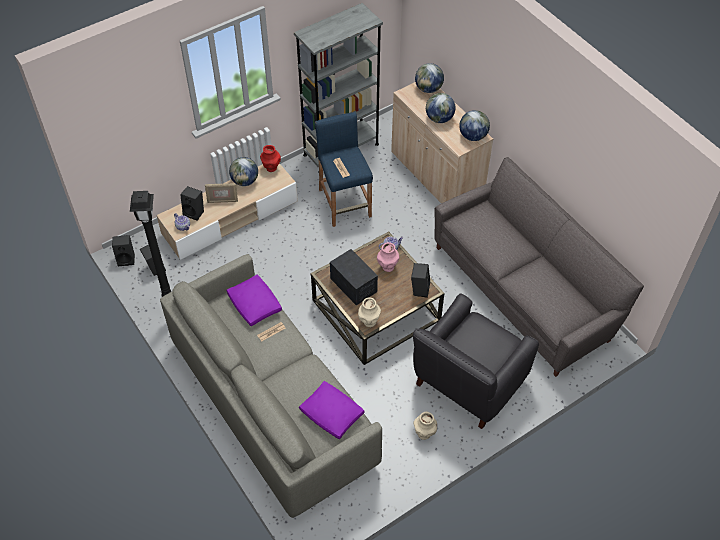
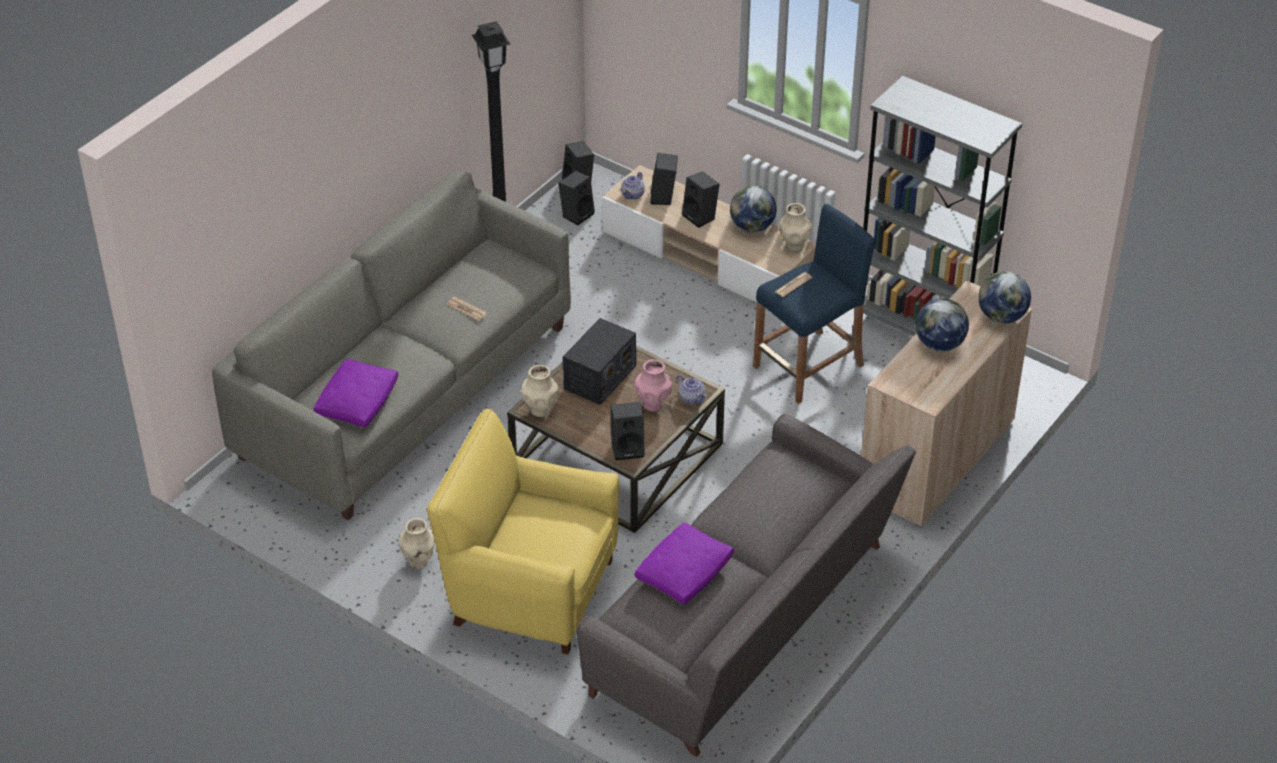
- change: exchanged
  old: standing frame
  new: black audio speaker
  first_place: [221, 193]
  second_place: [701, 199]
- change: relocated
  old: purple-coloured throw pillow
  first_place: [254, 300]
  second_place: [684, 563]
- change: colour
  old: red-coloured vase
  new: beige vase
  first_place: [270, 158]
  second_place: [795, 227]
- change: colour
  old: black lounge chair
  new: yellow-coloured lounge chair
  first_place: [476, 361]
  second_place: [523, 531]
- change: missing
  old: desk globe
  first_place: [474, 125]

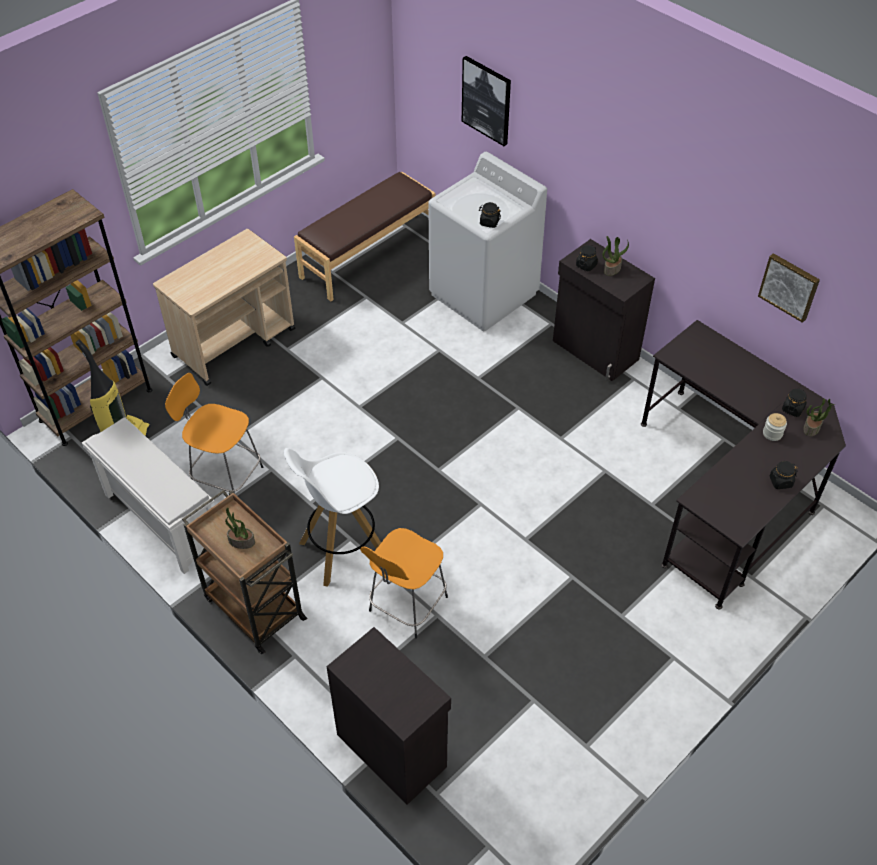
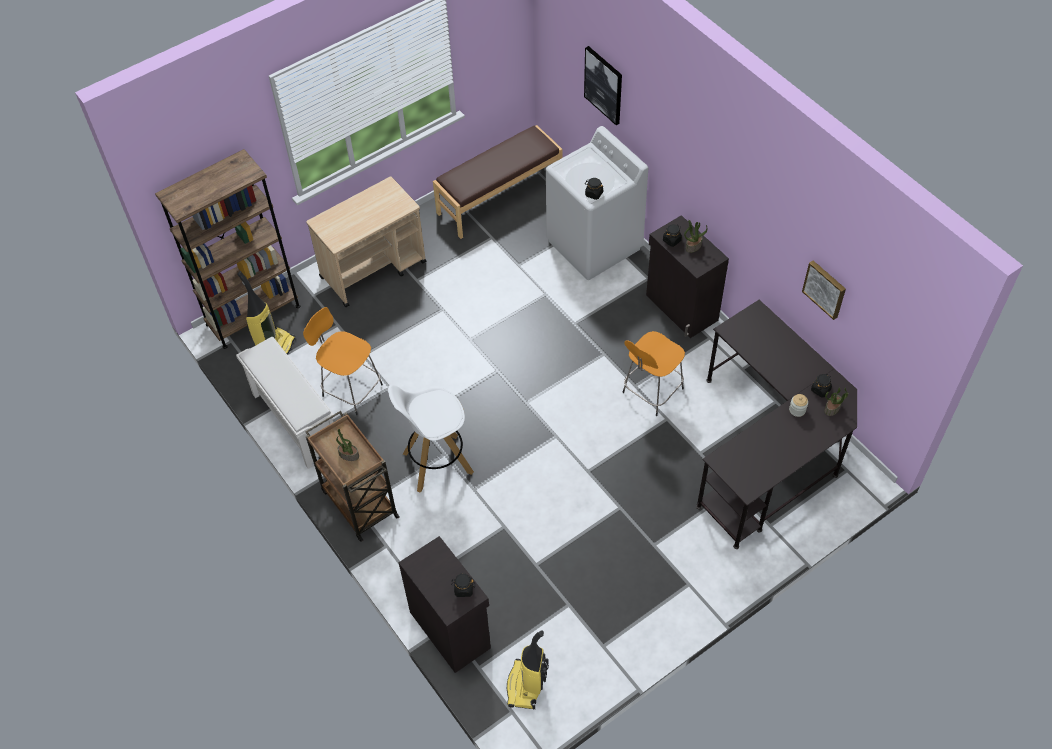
- change: relocated
  old: orange-coloured stool seat
  first_place: [404, 583]
  second_place: [654, 373]
- change: relocated
  old: black jar
  first_place: [784, 475]
  second_place: [463, 585]
- change: appeared
  new: vacuum
  second_place: [528, 670]

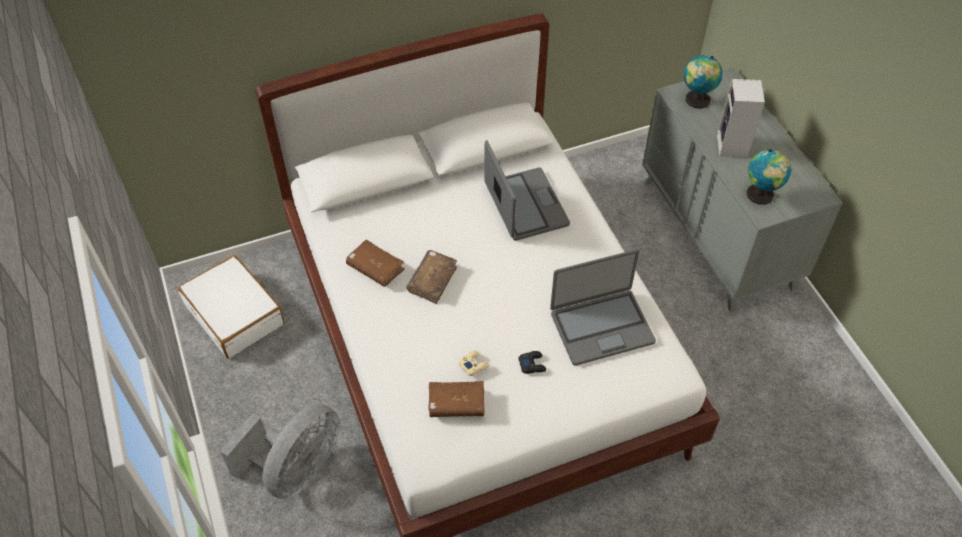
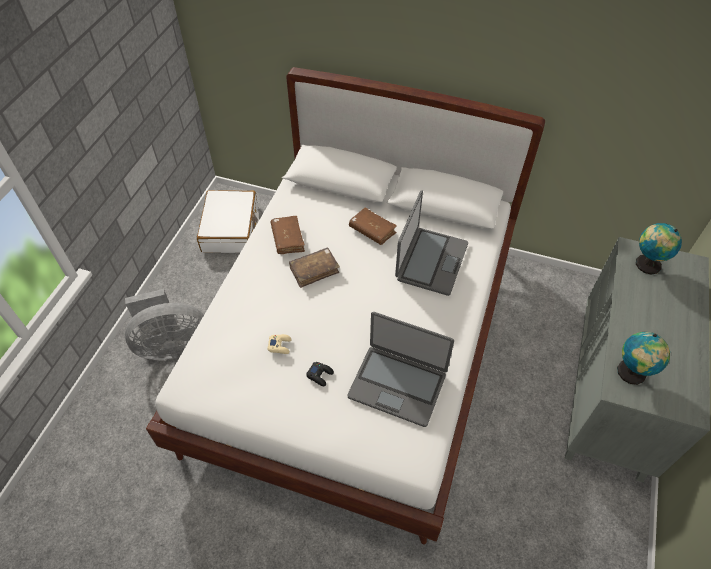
- change: relocated
  old: brown-coloured book
  first_place: [457, 399]
  second_place: [373, 226]
- change: missing
  old: audio speaker
  first_place: [741, 118]

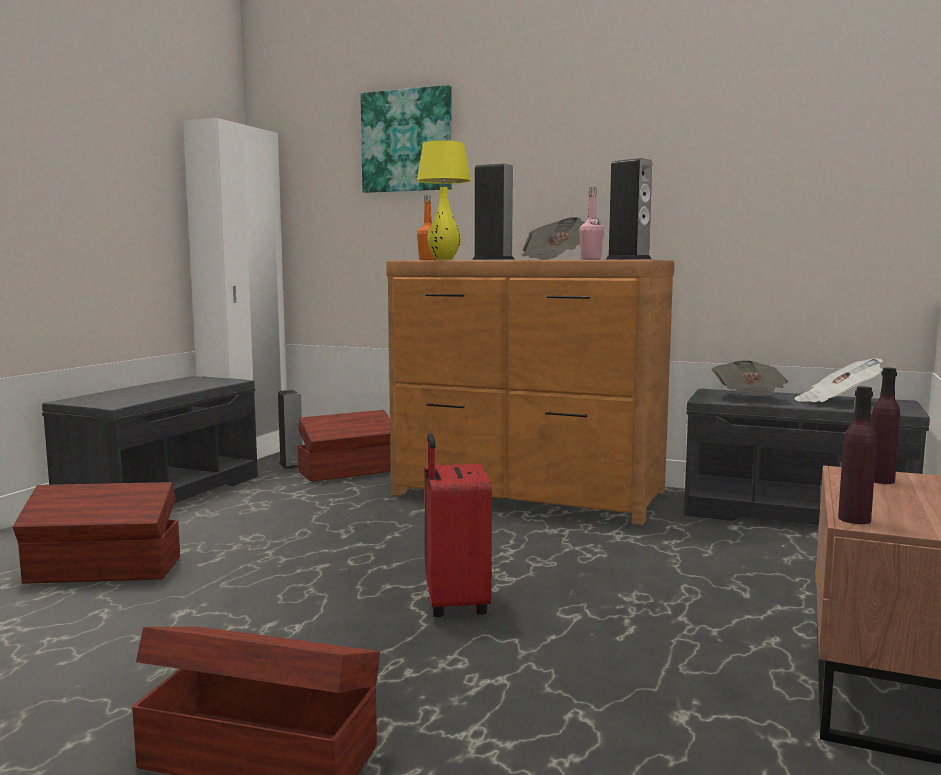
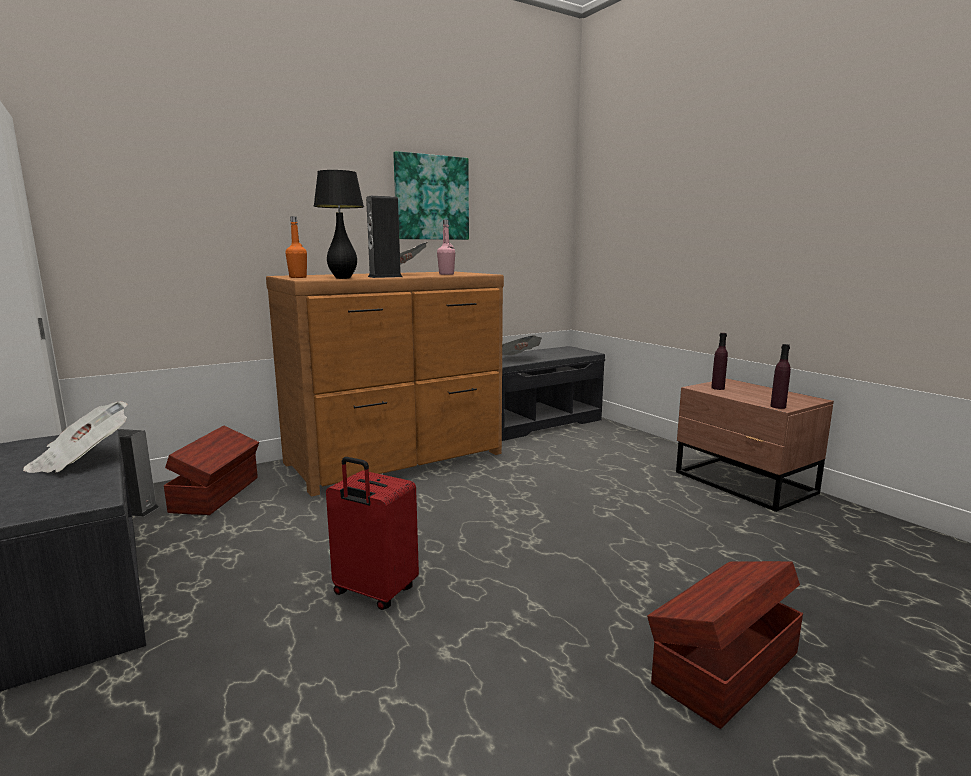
- change: missing
  old: brown-coloured storage box
  first_place: [96, 533]
- change: relocated
  old: wall art
  first_place: [406, 139]
  second_place: [431, 195]
- change: colour
  old: yellow-coloured lamp for a table
  new: black lamp for a table
  first_place: [444, 200]
  second_place: [339, 224]
- change: relocated
  old: red-coloured piece of luggage
  first_place: [458, 525]
  second_place: [372, 533]
- change: missing
  old: audio speaker
  first_place: [629, 209]
- change: relocated
  old: printed paper
  first_place: [838, 380]
  second_place: [75, 437]

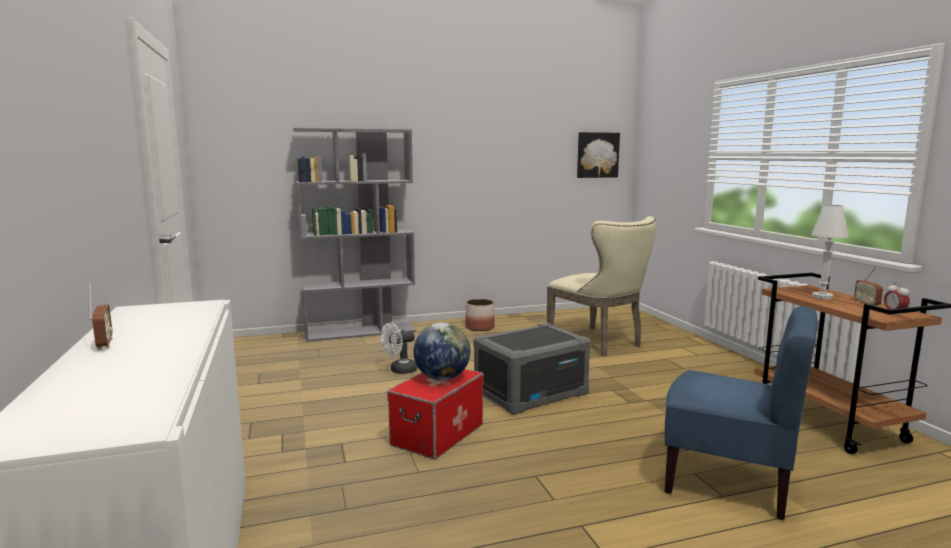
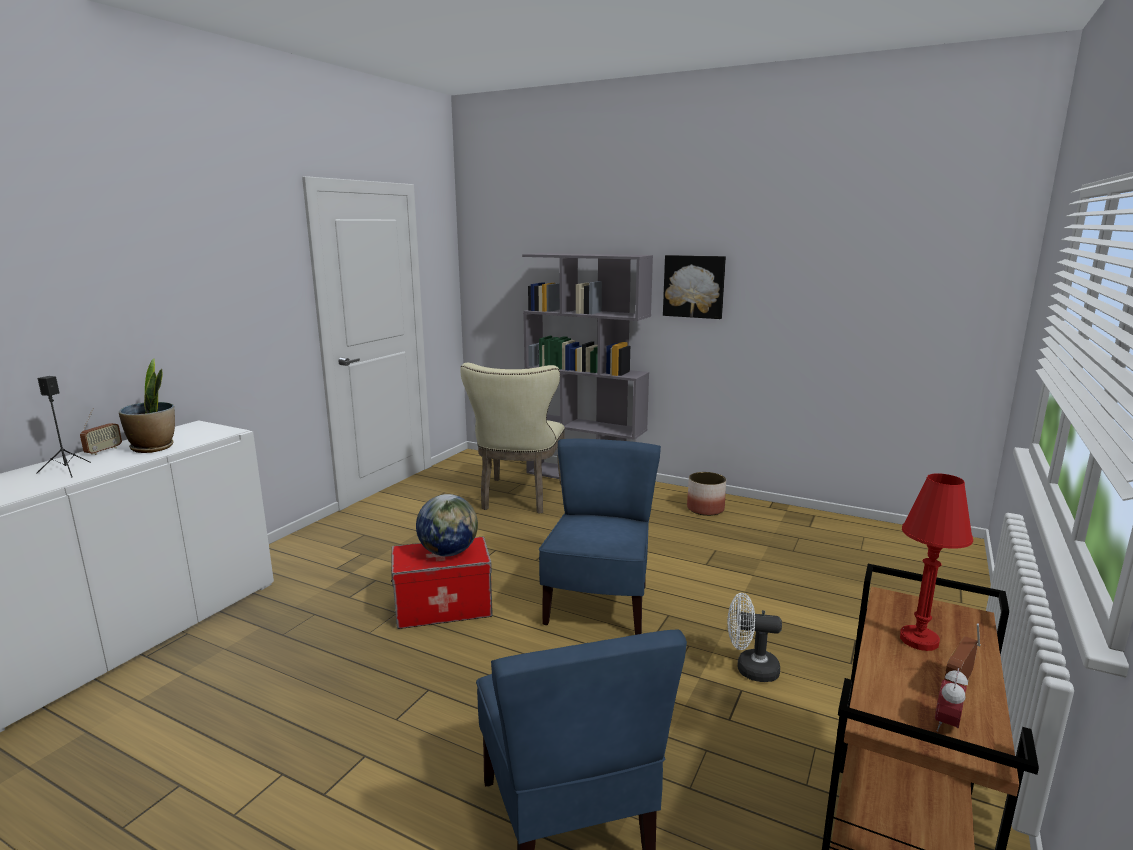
- change: relocated
  old: white fan
  first_place: [399, 348]
  second_place: [754, 637]
- change: exchanged
  old: gray storage box
  new: blue chair
  first_place: [532, 369]
  second_place: [600, 537]
- change: relocated
  old: beige chair
  first_place: [601, 286]
  second_place: [512, 438]
- change: relocated
  old: wall art
  first_place: [598, 155]
  second_place: [694, 287]
- change: colour
  old: white lamp for a table
  new: red-coloured lamp for a table
  first_place: [830, 252]
  second_place: [936, 562]
- change: appeared
  new: black audio speaker
  second_place: [64, 427]
- change: appeared
  new: potted plant
  second_place: [147, 406]

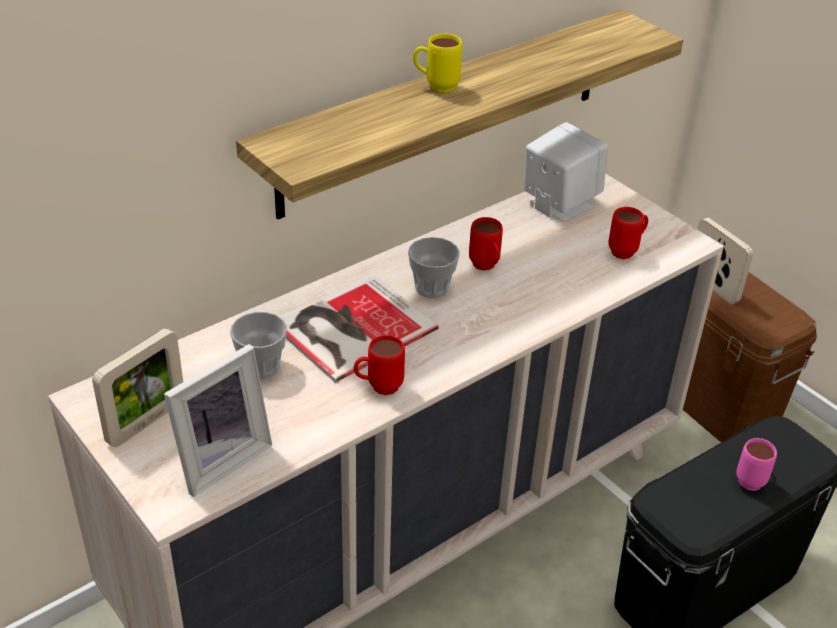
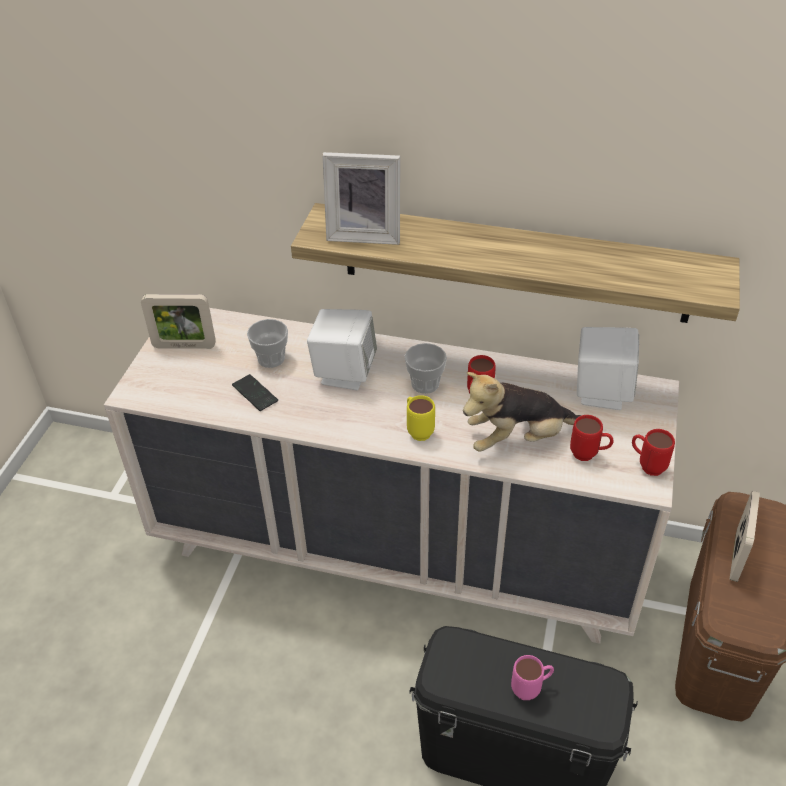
- change: relocated
  old: standing frame
  first_place: [218, 420]
  second_place: [361, 198]
- change: exchanged
  old: book
  new: white audio speaker
  first_place: [361, 329]
  second_place: [342, 349]
- change: relocated
  old: red-coloured tea mug
  first_place: [379, 365]
  second_place: [653, 452]
- change: relocated
  old: yellow-coloured tea mug
  first_place: [437, 63]
  second_place: [421, 418]
- change: appeared
  new: phone
  second_place: [255, 392]
- change: appeared
  new: cuddly toy
  second_place: [522, 412]

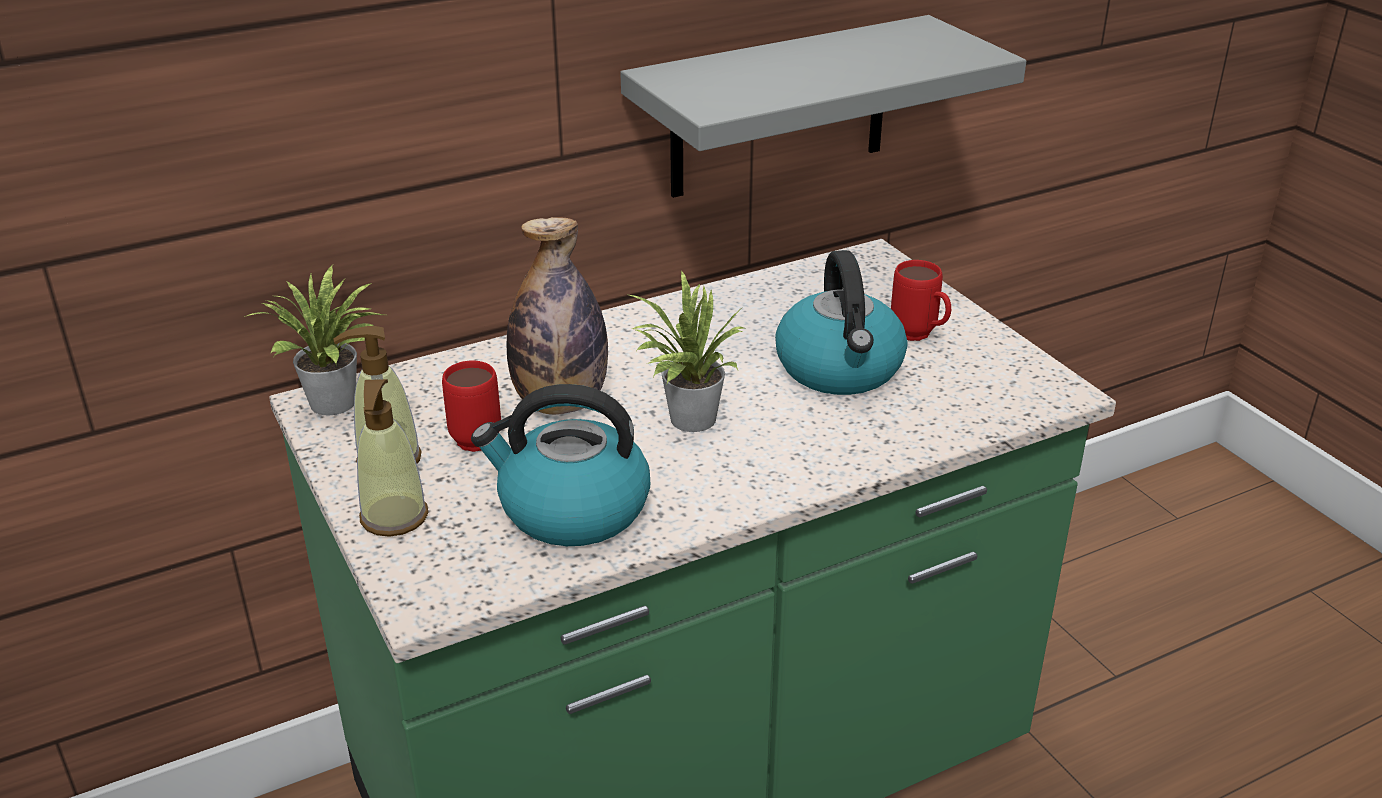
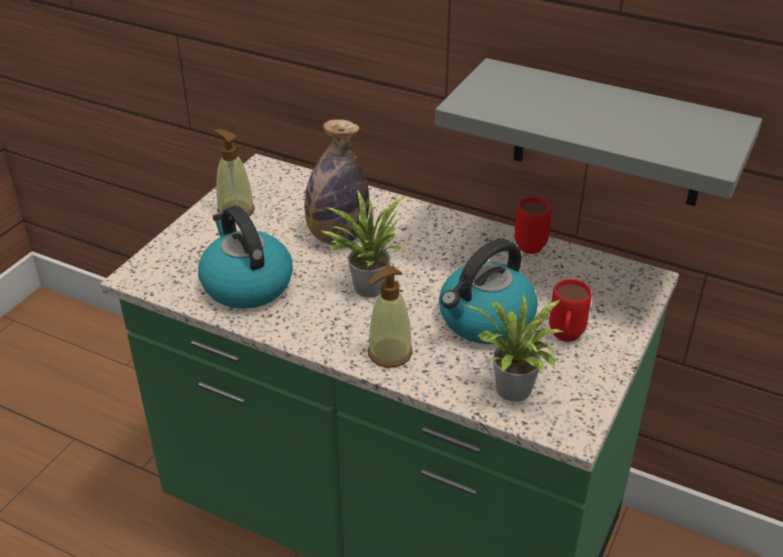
- change: relocated
  old: potted plant
  first_place: [314, 340]
  second_place: [514, 347]
- change: relocated
  old: soap bottle
  first_place: [392, 458]
  second_place: [390, 317]
- change: relocated
  old: red-coloured tea mug
  first_place: [471, 406]
  second_place: [533, 225]

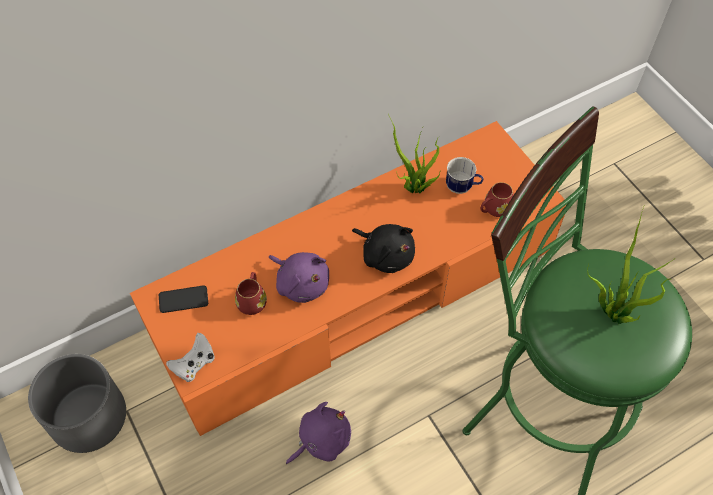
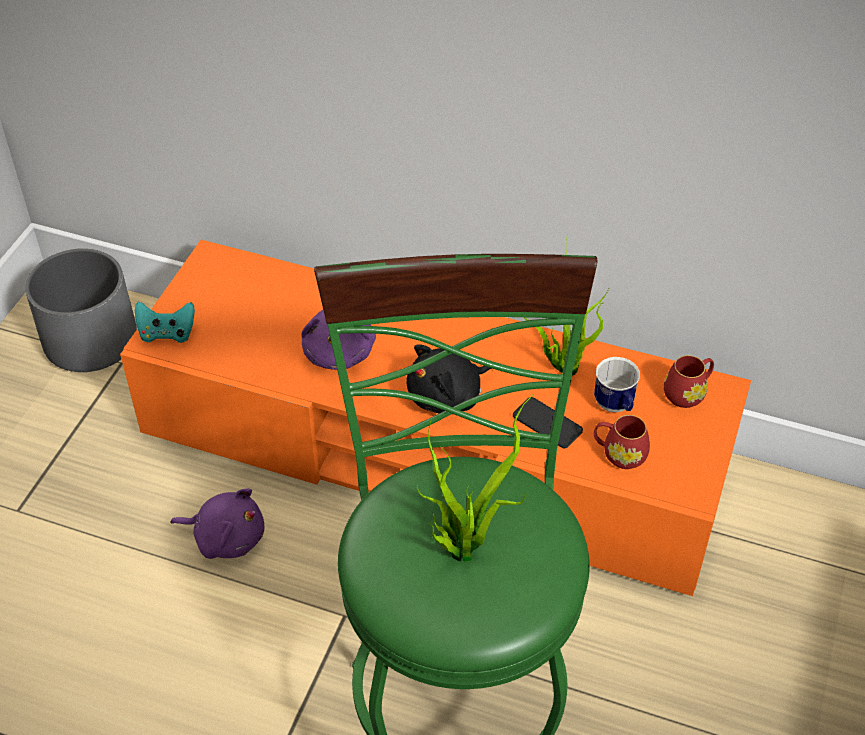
- change: relocated
  old: phone
  first_place: [183, 299]
  second_place: [548, 422]
- change: colour
  old: white joypad
  new: turquoise joypad
  first_place: [190, 357]
  second_place: [165, 322]
- change: relocated
  old: red-coloured tea mug
  first_place: [251, 293]
  second_place: [689, 381]
- change: spun
  old: black cuddly toy
  first_place: [383, 248]
  second_place: [449, 378]
  degrees: 60

